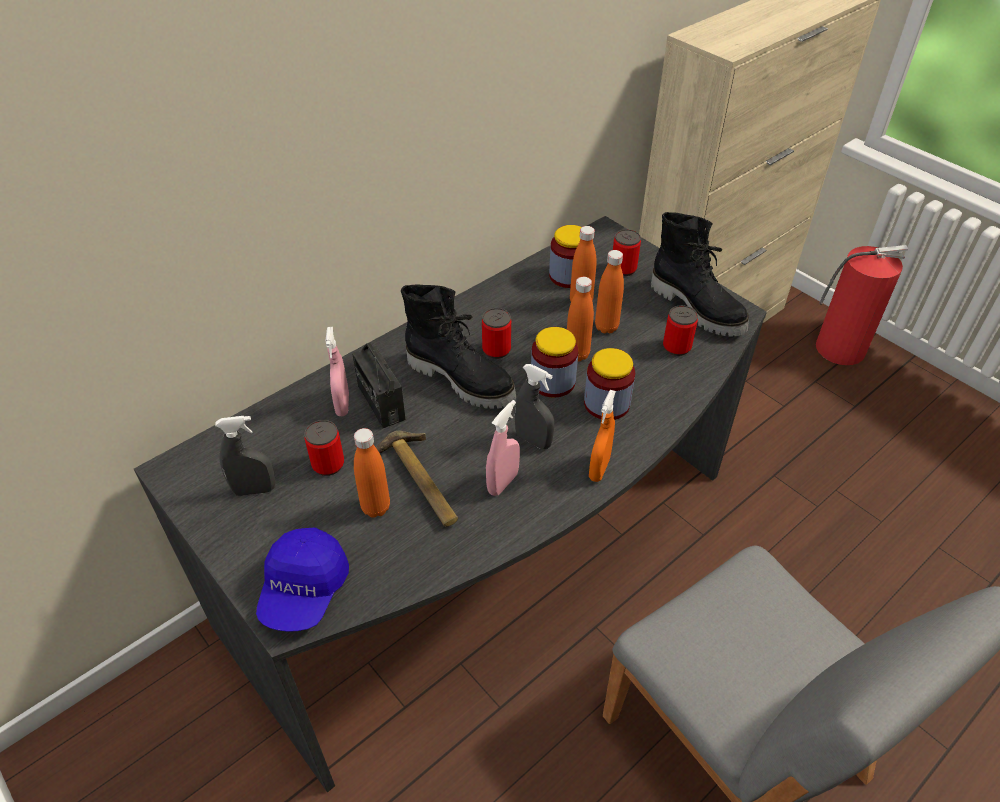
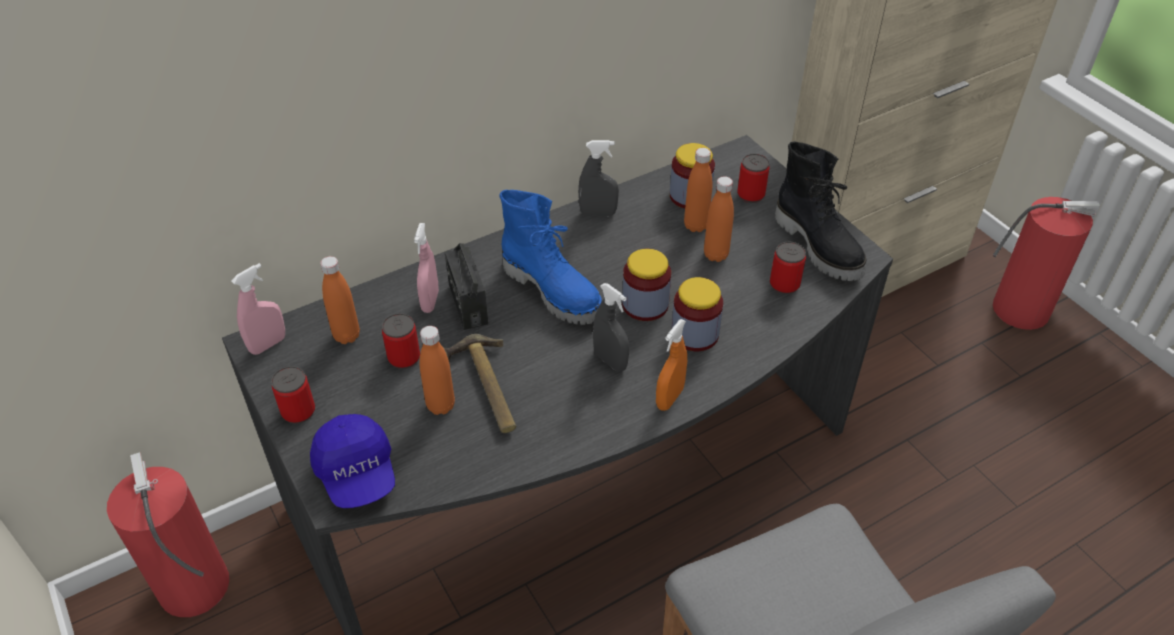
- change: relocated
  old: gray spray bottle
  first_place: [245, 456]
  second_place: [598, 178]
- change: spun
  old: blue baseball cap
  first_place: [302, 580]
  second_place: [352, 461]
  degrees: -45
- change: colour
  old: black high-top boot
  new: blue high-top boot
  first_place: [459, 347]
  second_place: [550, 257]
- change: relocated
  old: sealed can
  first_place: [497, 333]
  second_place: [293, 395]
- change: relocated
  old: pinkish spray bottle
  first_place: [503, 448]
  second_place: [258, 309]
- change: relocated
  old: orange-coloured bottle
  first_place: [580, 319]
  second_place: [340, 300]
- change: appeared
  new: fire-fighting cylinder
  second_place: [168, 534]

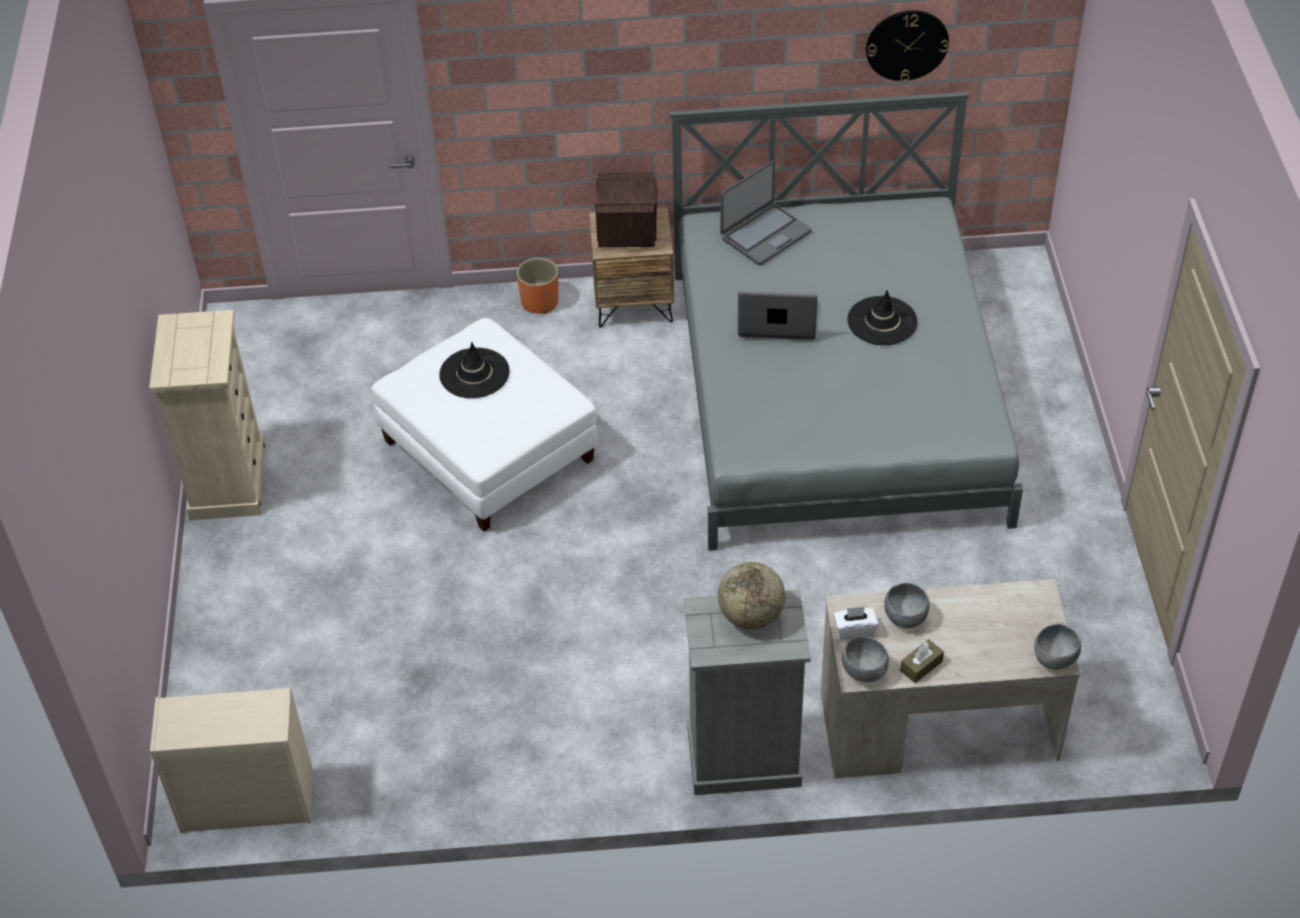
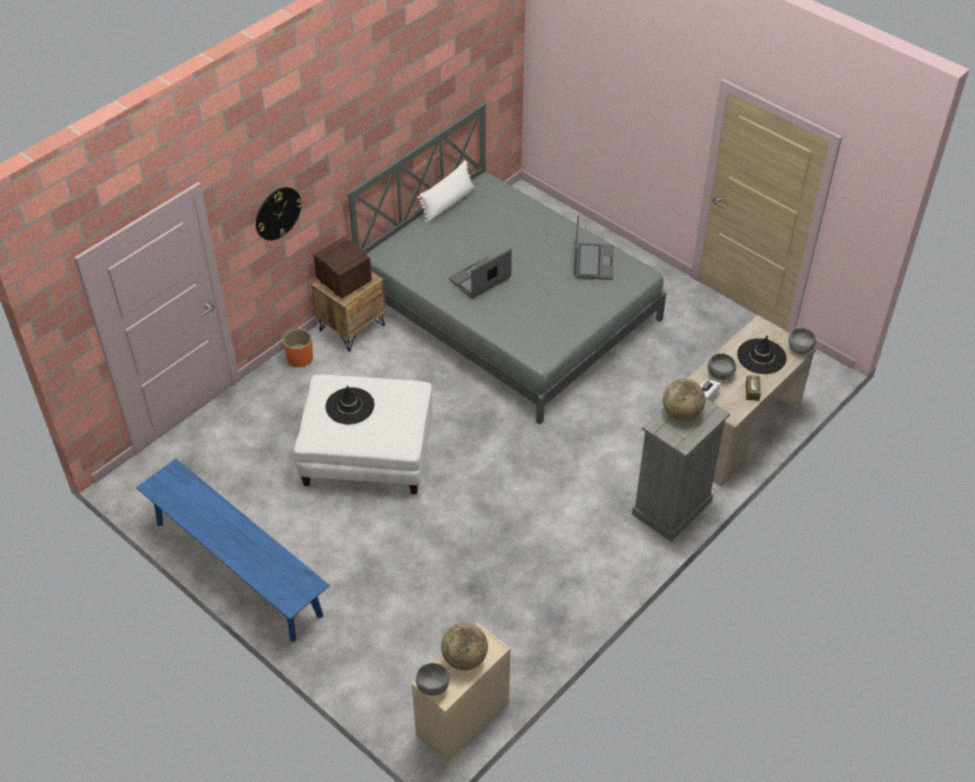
- change: exchanged
  old: beige drawer chest
  new: blue long seat
  first_place: [207, 415]
  second_place: [233, 550]
- change: relocated
  old: laptop
  first_place: [766, 212]
  second_place: [594, 247]
- change: relocated
  old: gray bowl
  first_place: [865, 660]
  second_place: [433, 679]
- change: relocated
  old: black wearable hat
  first_place: [882, 317]
  second_place: [762, 355]
- change: relocated
  old: clock on the wall
  first_place: [907, 46]
  second_place: [279, 214]
- change: appeared
  new: white throw pillow
  second_place: [445, 191]
- change: appeared
  new: desk globe
  second_place: [464, 646]

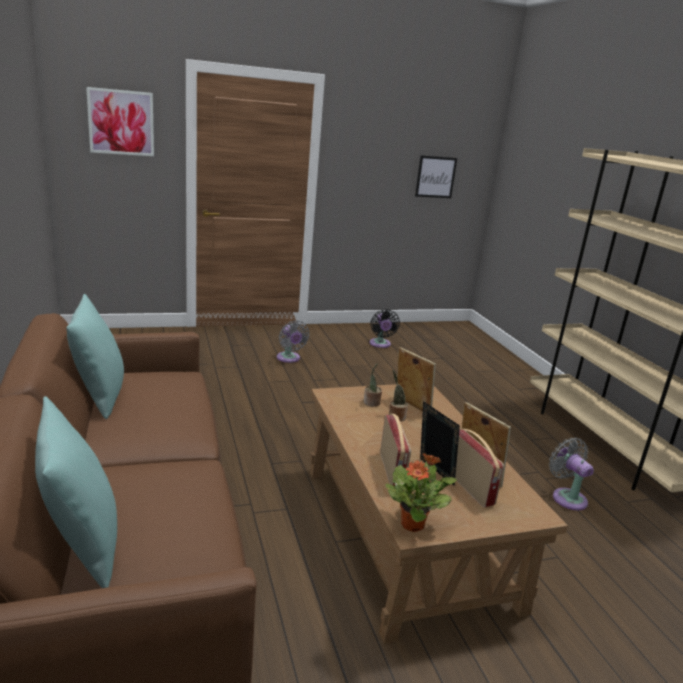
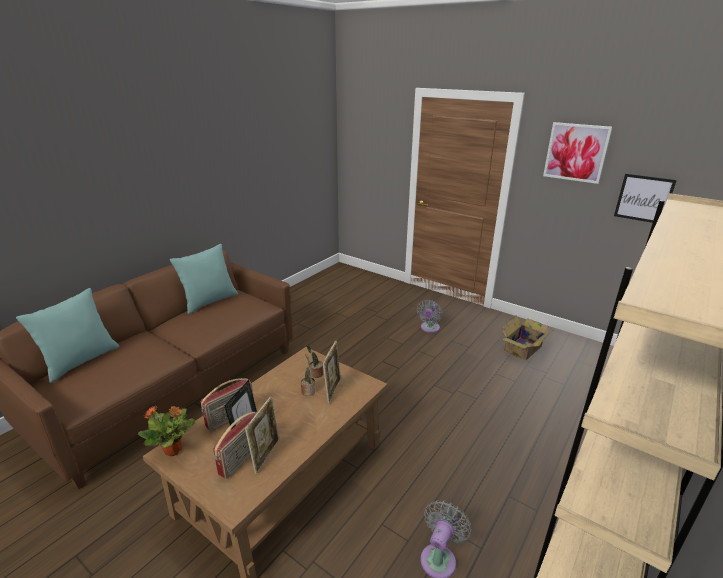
- change: relocated
  old: wall art
  first_place: [120, 121]
  second_place: [577, 153]
- change: exchanged
  old: black fan
  new: packing box
  first_place: [384, 328]
  second_place: [527, 337]

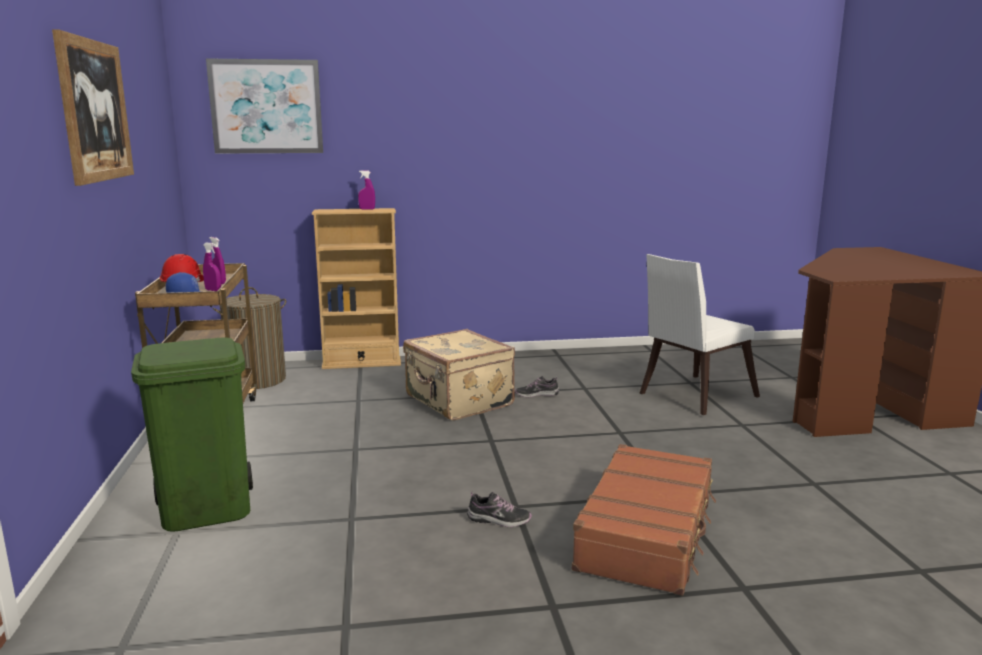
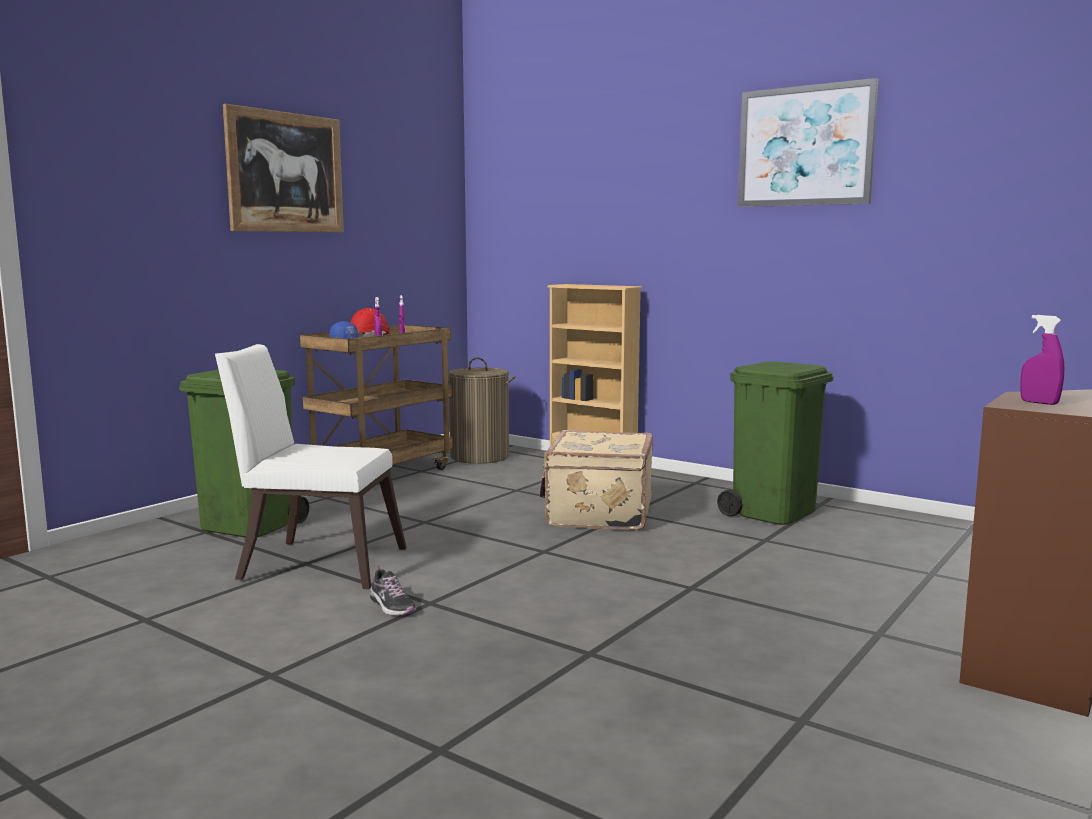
- change: relocated
  old: wall art
  first_place: [264, 106]
  second_place: [808, 142]
- change: relocated
  old: purple-coloured spray bottle
  first_place: [366, 190]
  second_place: [1042, 360]
- change: missing
  old: item of footwear
  first_place: [537, 387]
- change: missing
  old: brown-coloured piece of luggage
  first_place: [644, 520]
- change: relocated
  old: white chair
  first_place: [700, 334]
  second_place: [311, 466]
- change: appeared
  new: green-coloured trash can
  second_place: [775, 443]

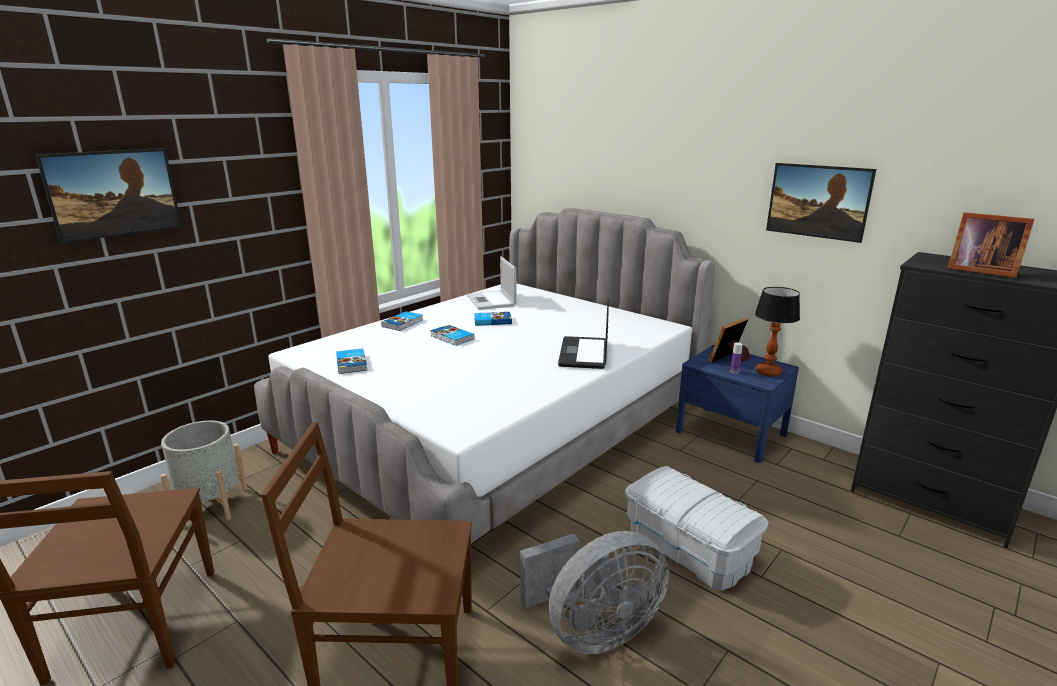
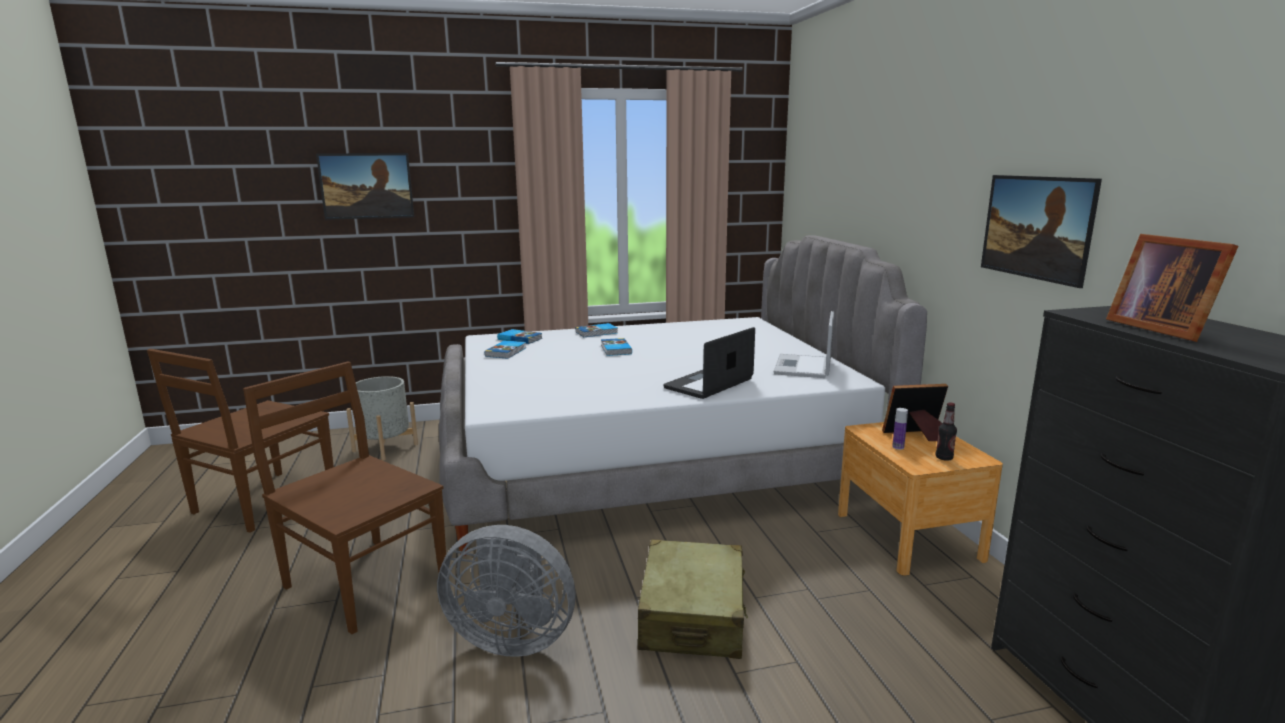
- change: relocated
  old: laptop
  first_place: [492, 283]
  second_place: [803, 344]
- change: relocated
  old: book
  first_place: [493, 319]
  second_place: [519, 336]
- change: exchanged
  old: white storage box
  new: beige piece of luggage
  first_place: [697, 528]
  second_place: [692, 599]
- change: colour
  old: blue night table
  new: brown-coloured night table
  first_place: [737, 404]
  second_place: [920, 499]
- change: exchanged
  old: lamp for a table
  new: bottle
  first_place: [777, 332]
  second_place: [946, 431]

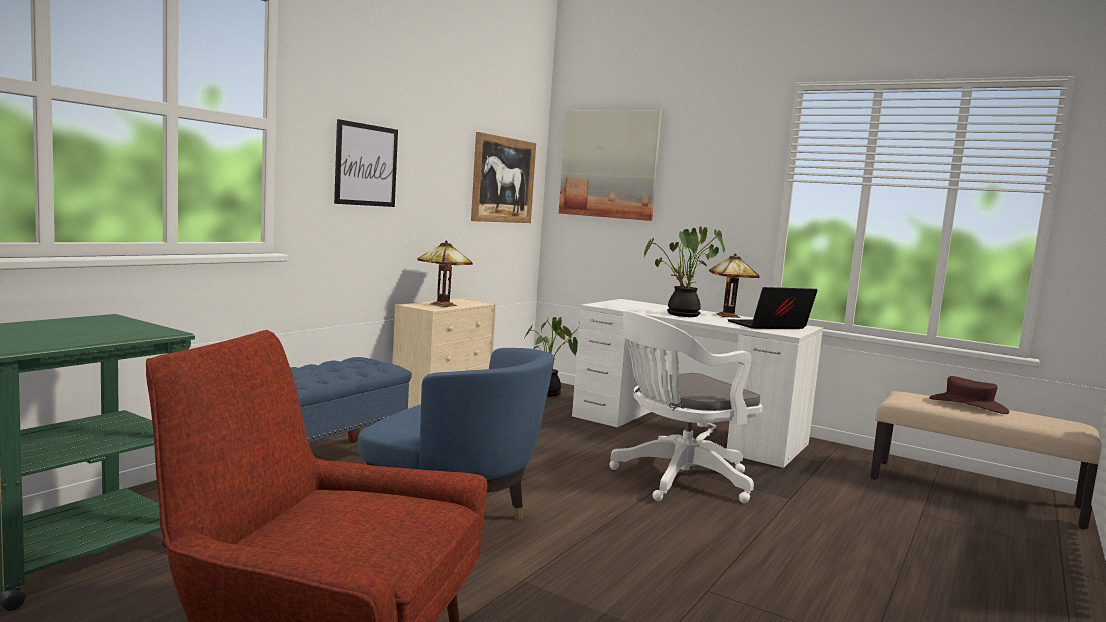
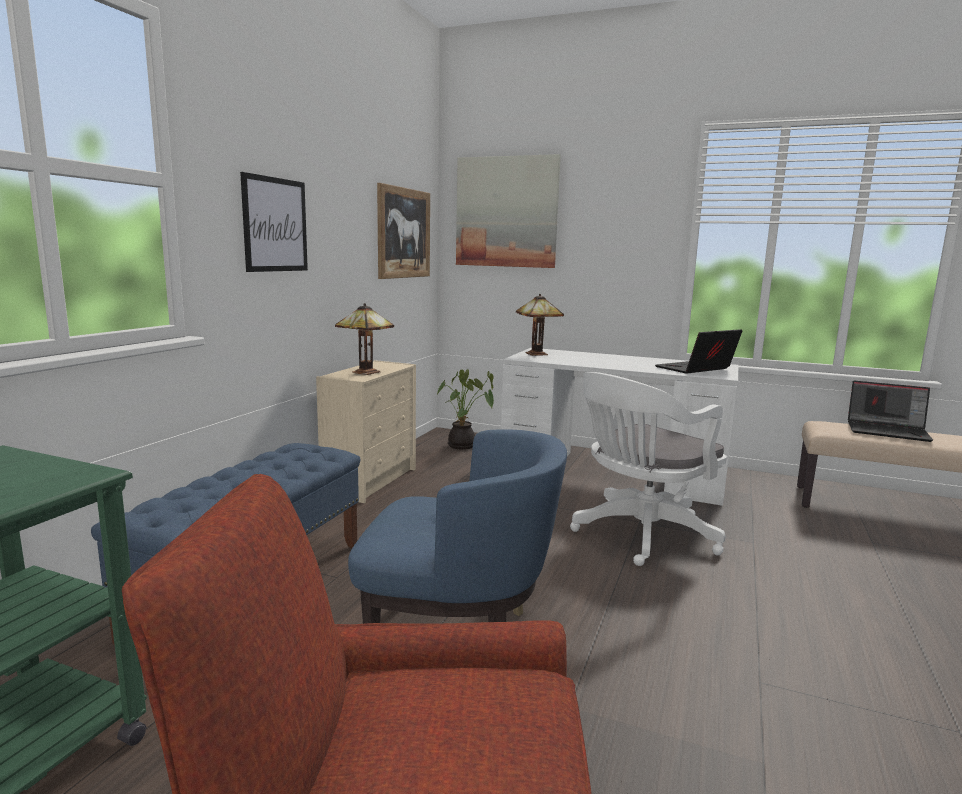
- change: missing
  old: potted plant
  first_place: [684, 271]
- change: relocated
  old: lamp for a table
  first_place: [734, 285]
  second_place: [540, 325]
- change: exchanged
  old: brown-coloured wearable hat
  new: laptop
  first_place: [969, 395]
  second_place: [890, 411]

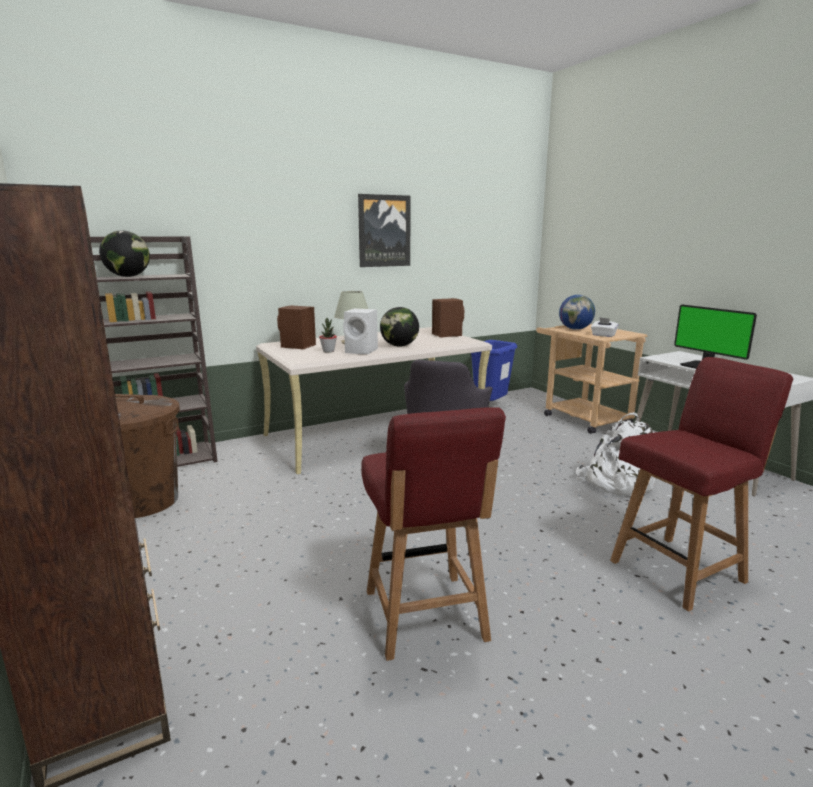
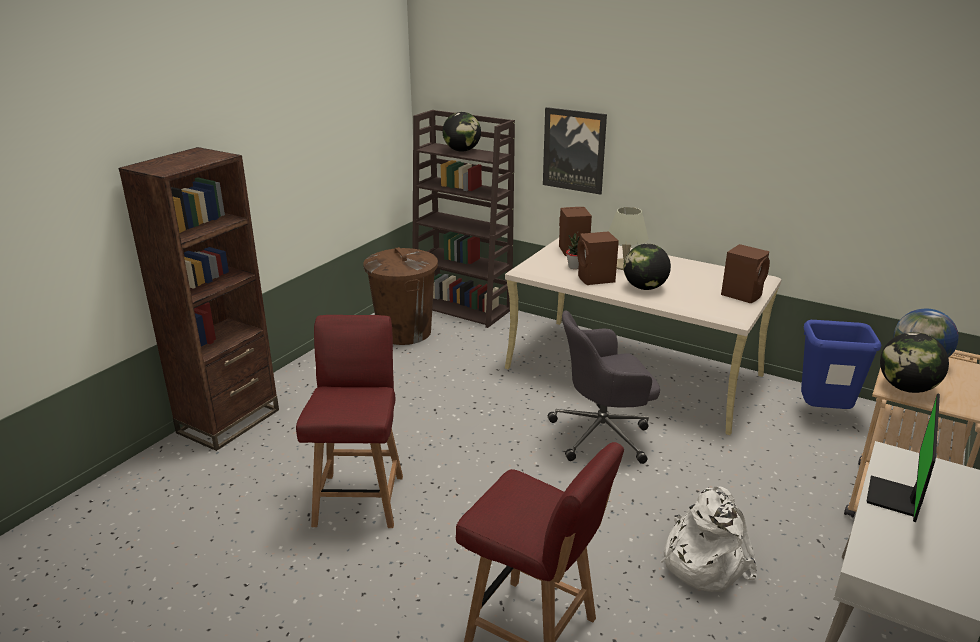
- change: colour
  old: white audio speaker
  new: brown-coloured audio speaker
  first_place: [360, 331]
  second_place: [598, 258]
- change: relocated
  old: wall art
  first_place: [384, 230]
  second_place: [575, 151]
- change: spun
  old: red-coloured chair
  first_place: [433, 534]
  second_place: [349, 421]
  degrees: 135
- change: exchanged
  old: white box of tissues
  new: desk globe
  first_place: [605, 327]
  second_place: [914, 362]

